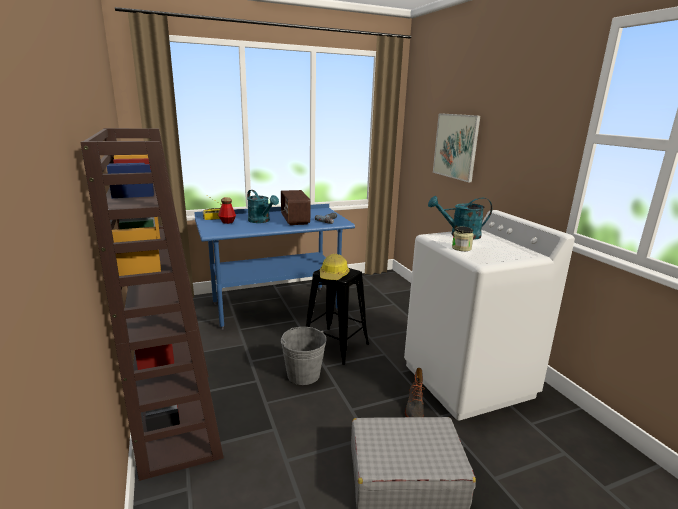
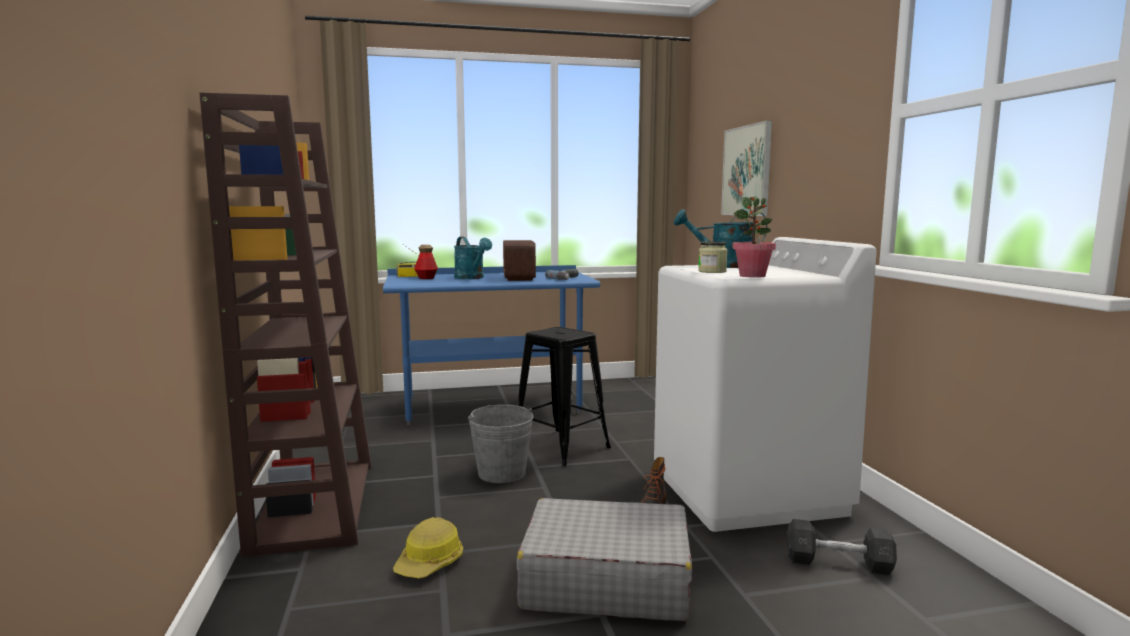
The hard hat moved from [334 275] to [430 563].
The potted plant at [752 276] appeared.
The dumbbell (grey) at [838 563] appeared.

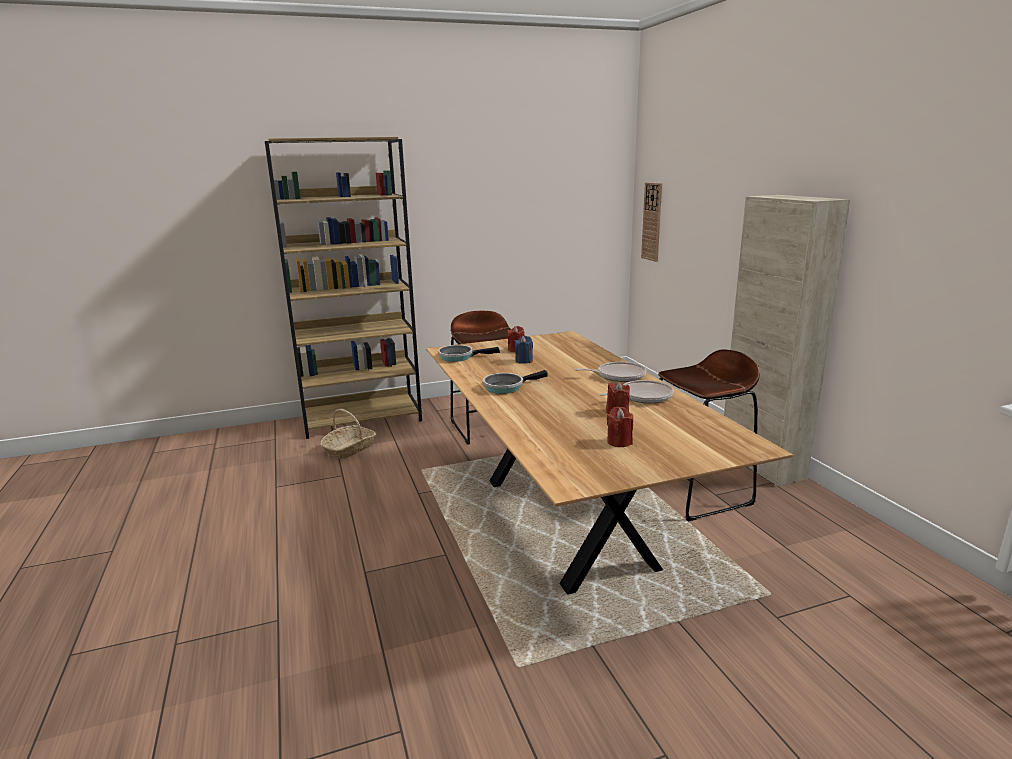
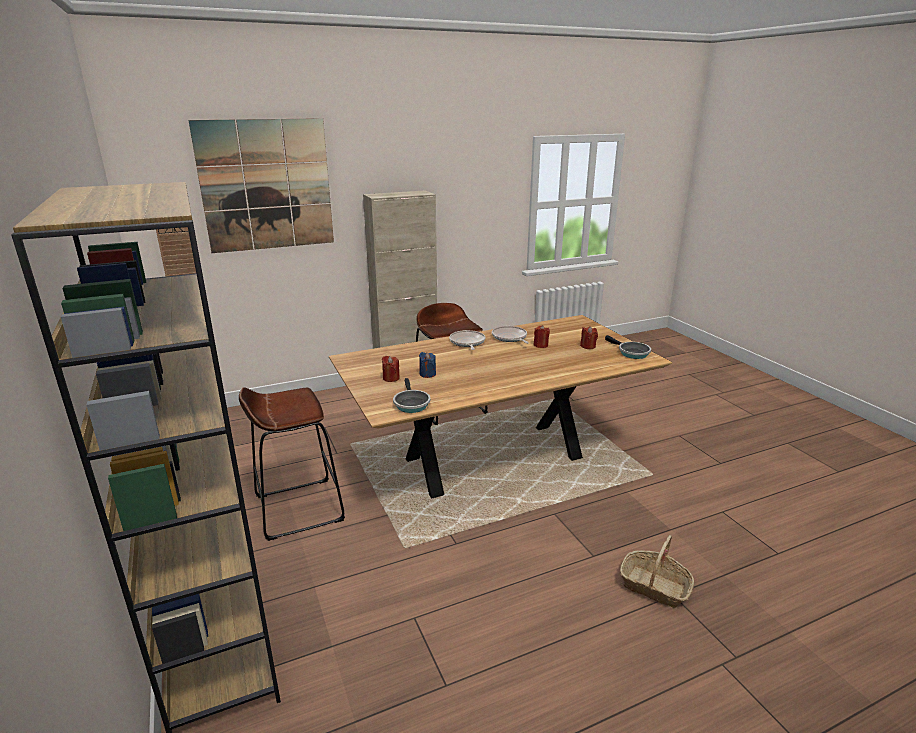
The basket moved from [349 449] to [654 586].
The frying pan moved from [506 387] to [631 353].
The picture at [266 185] appeared.

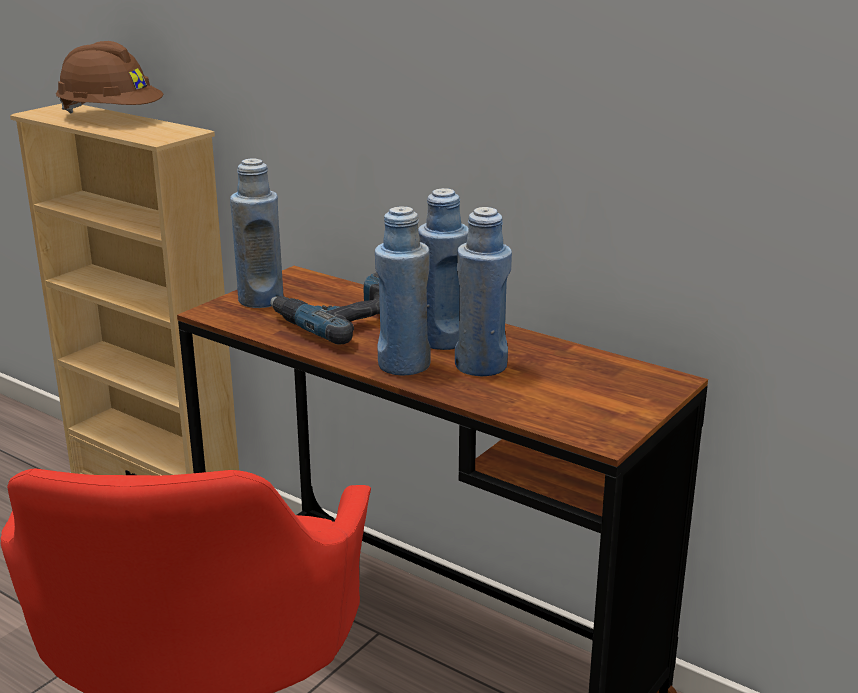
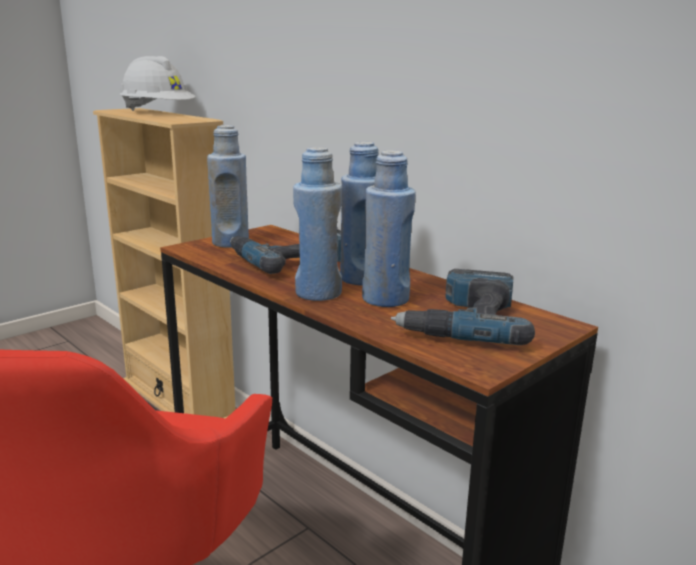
The hard hat (brown) at [111 117] became the hard hat (white) at [158 113].
The power drill at [463 321] appeared.

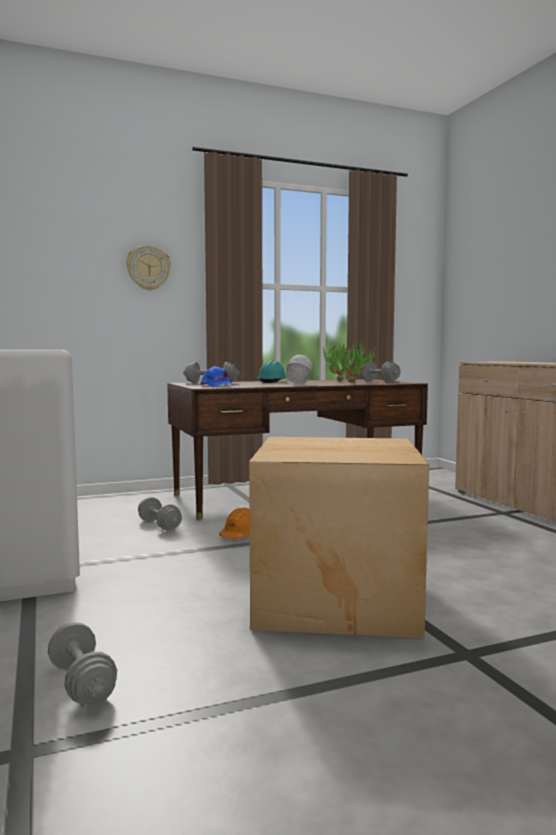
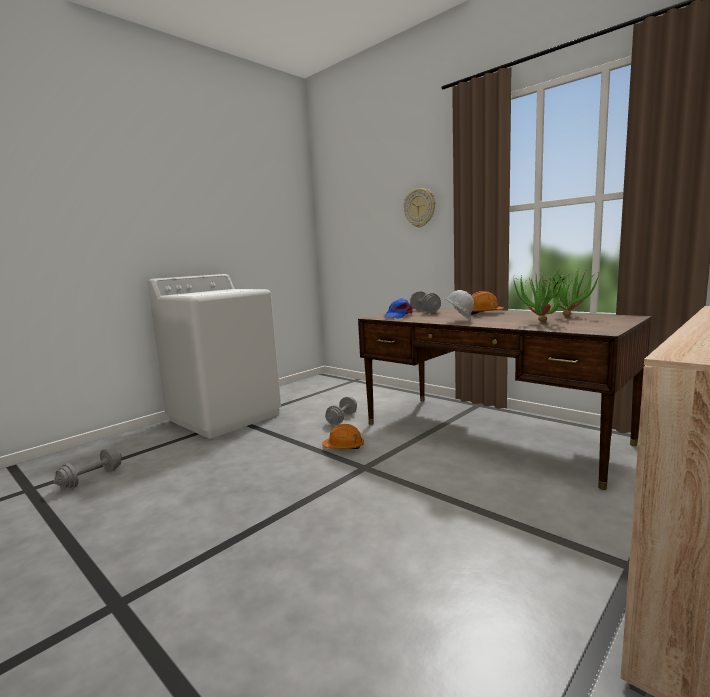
The cardboard box at [333 597] disappeared.
The hard hat (turquoise) at [272 382] became the hard hat (orange) at [483 313].
The dumbbell (grey) at [379 381] disappeared.

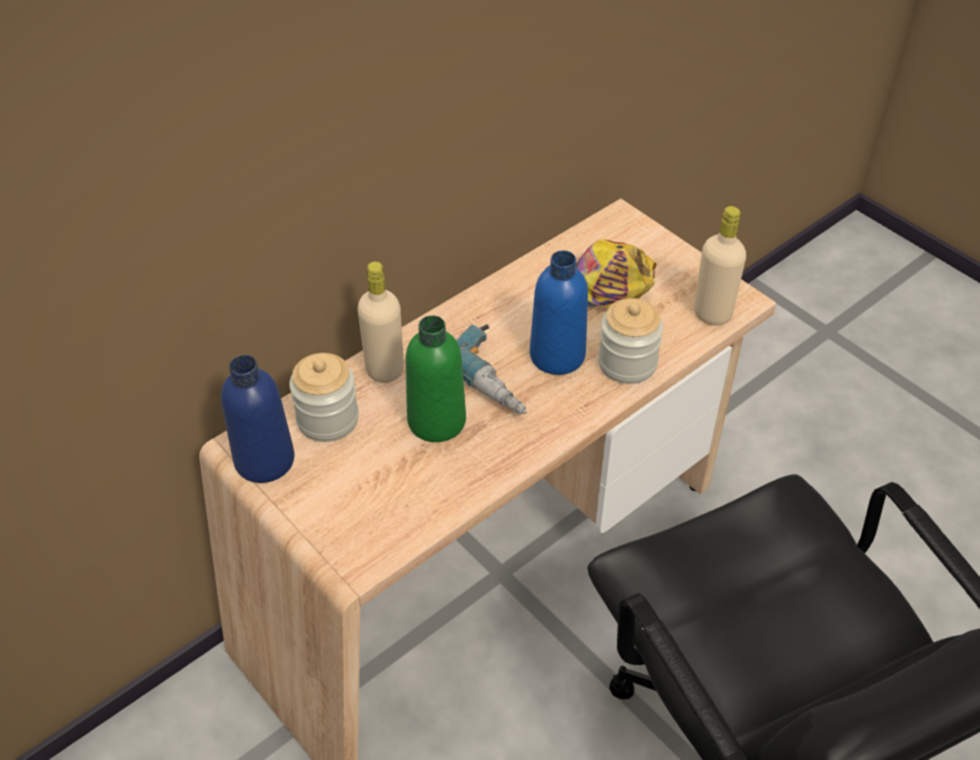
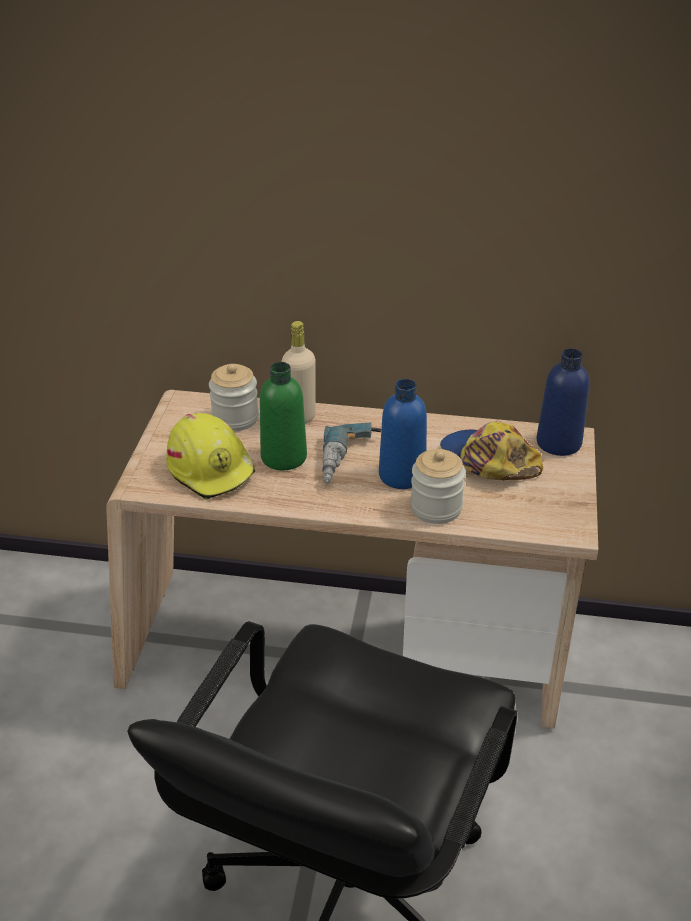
The bottle (blue) moved from [264 460] to [558 443].
The bottle (beige) at [712 313] disappeared.
The hard hat (yellow) at [212 468] appeared.

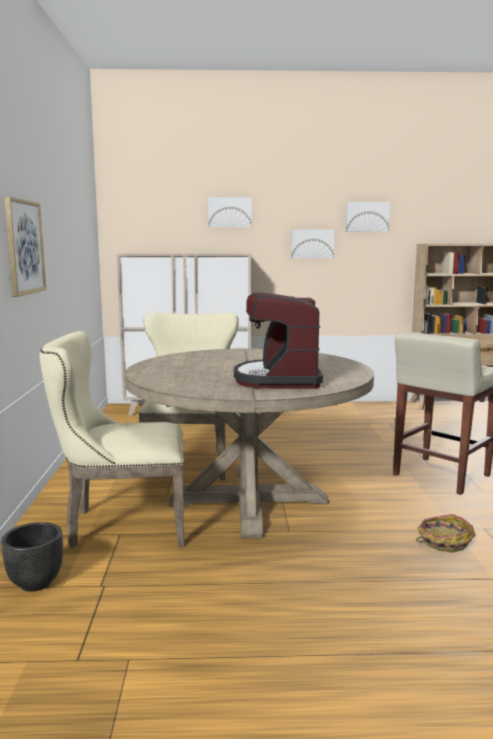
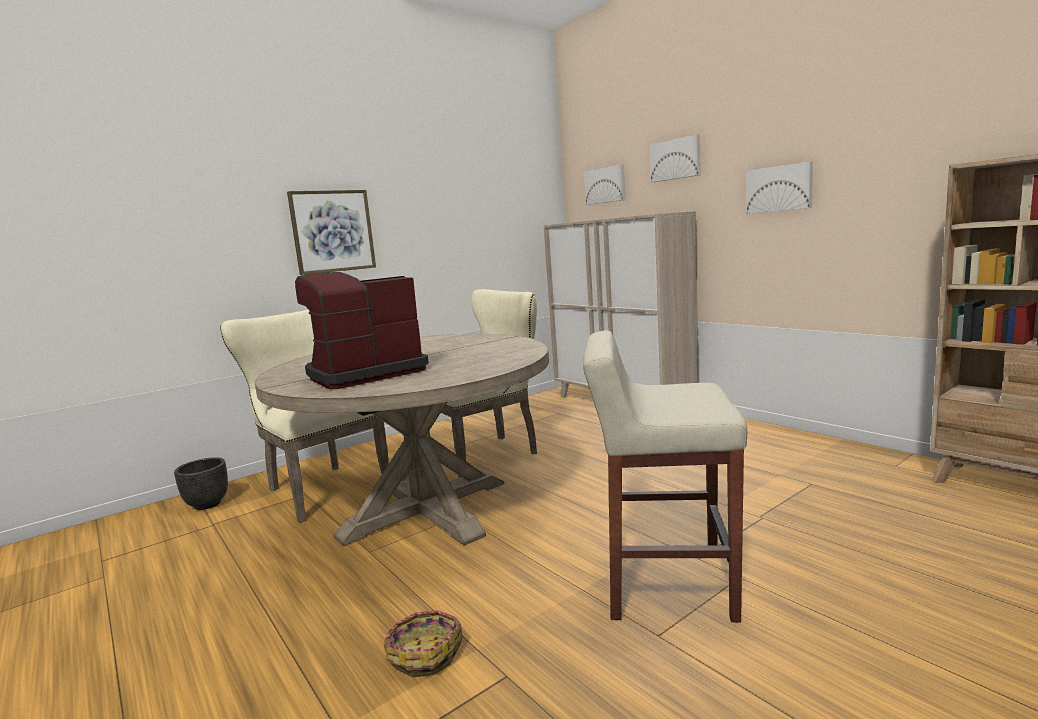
The picture moved from [367 216] to [605 185].

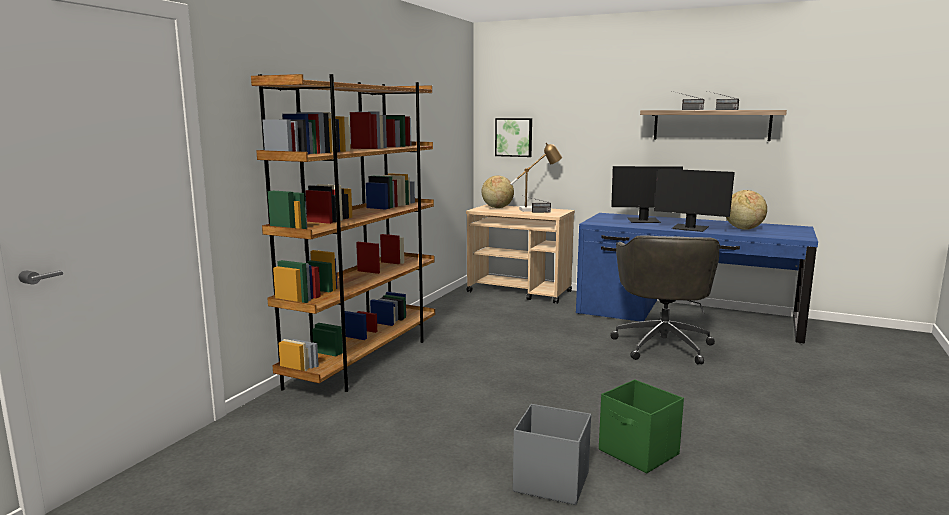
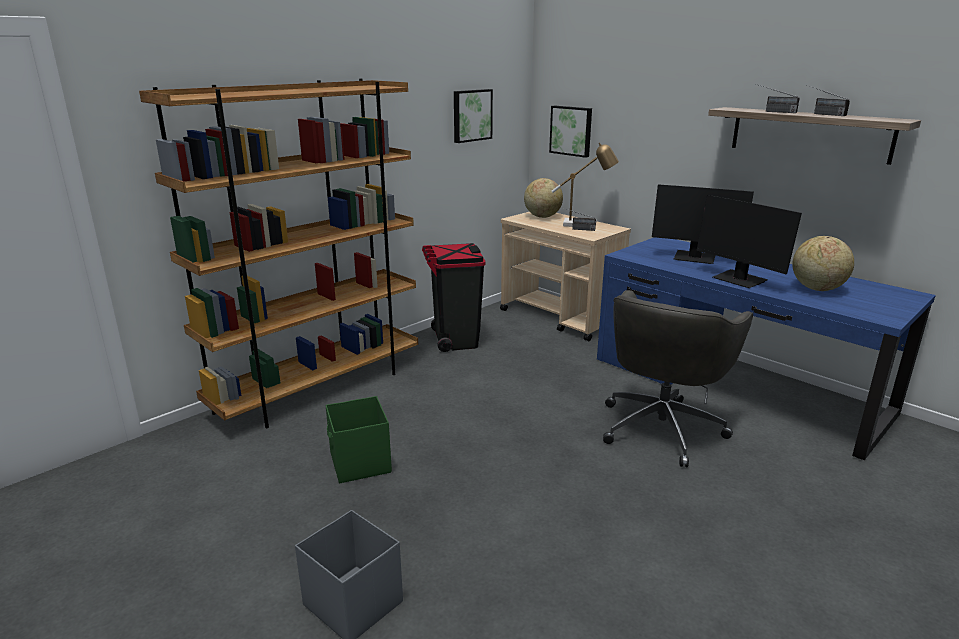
The storage box (green) moved from [639 453] to [360 463].
The trash can (black) at [455 340] appeared.
The picture at [471 115] appeared.

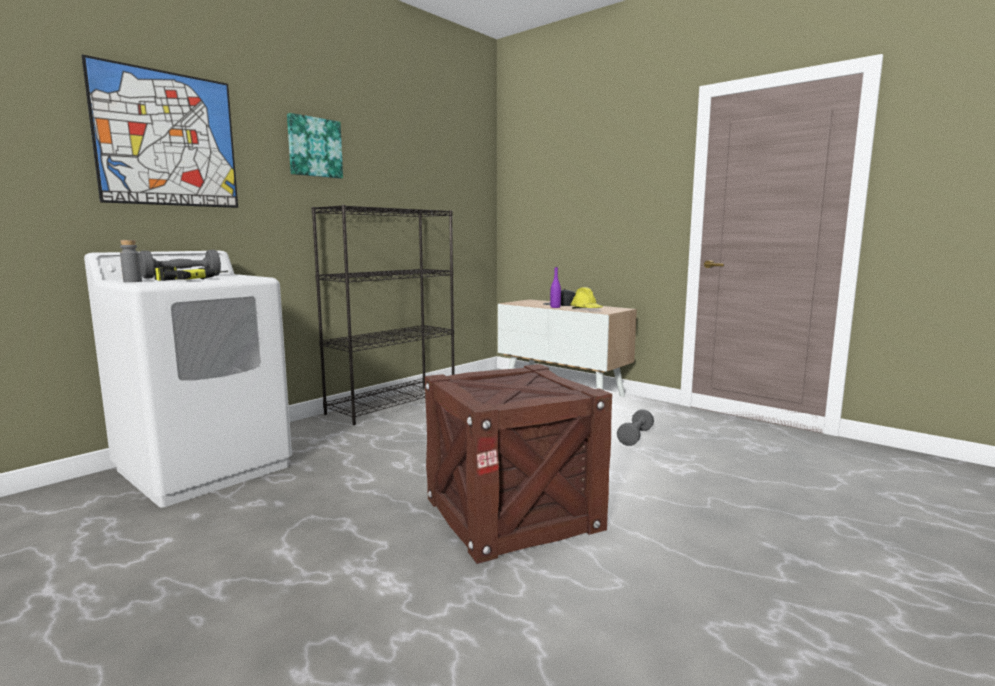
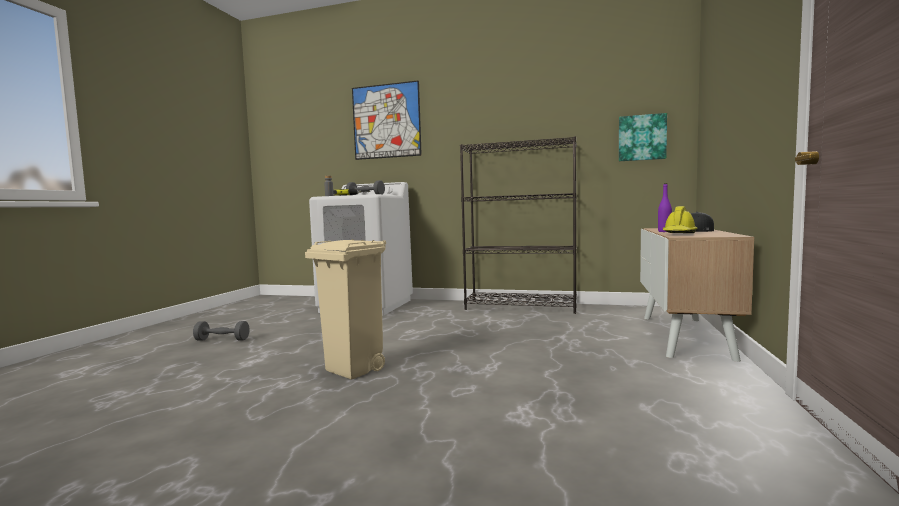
The picture moved from [314 147] to [642 138].
The crate at [511 513] was replaced by the trash can (beige) at [354 370].
The dumbbell (grey) moved from [635 437] to [222 340].

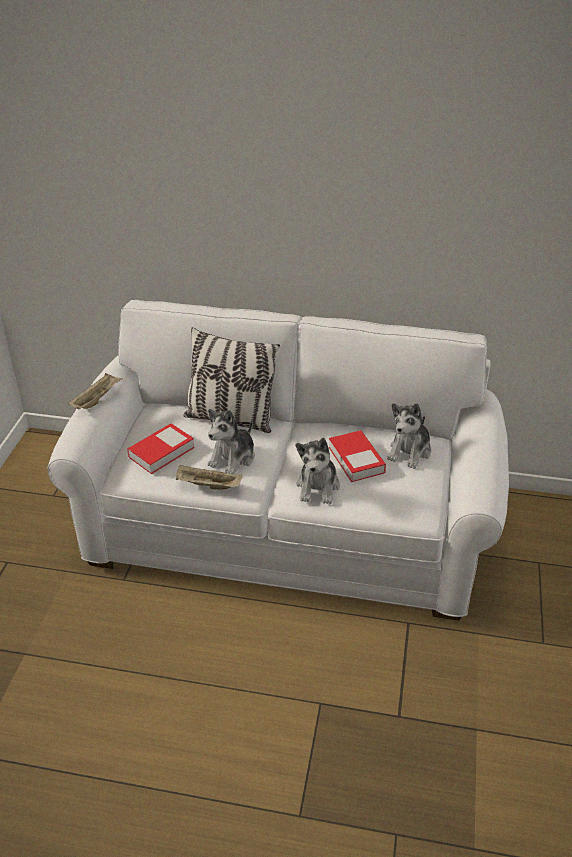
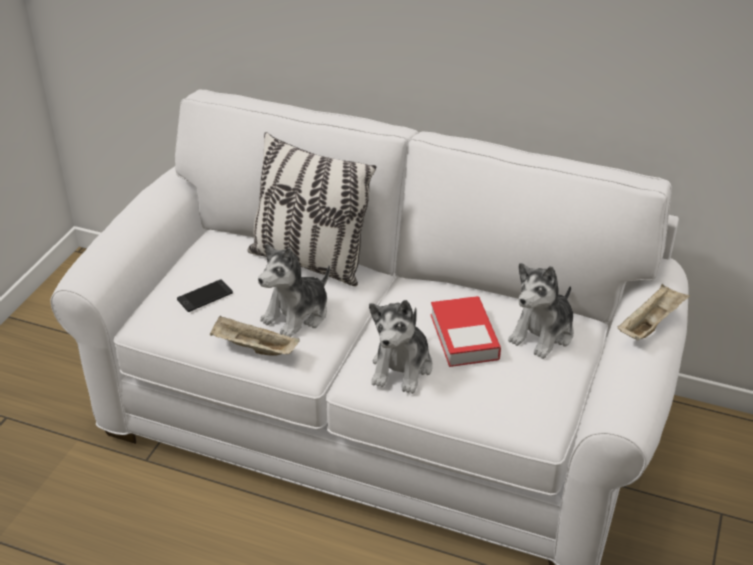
The tray (beige) moved from [96 399] to [650 324].
The book at [161 452] was replaced by the phone at [205 296].

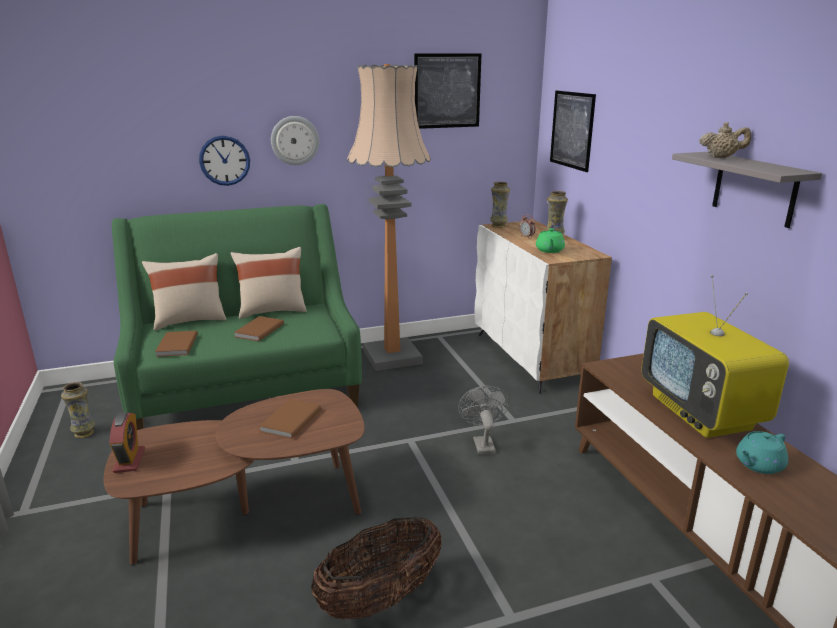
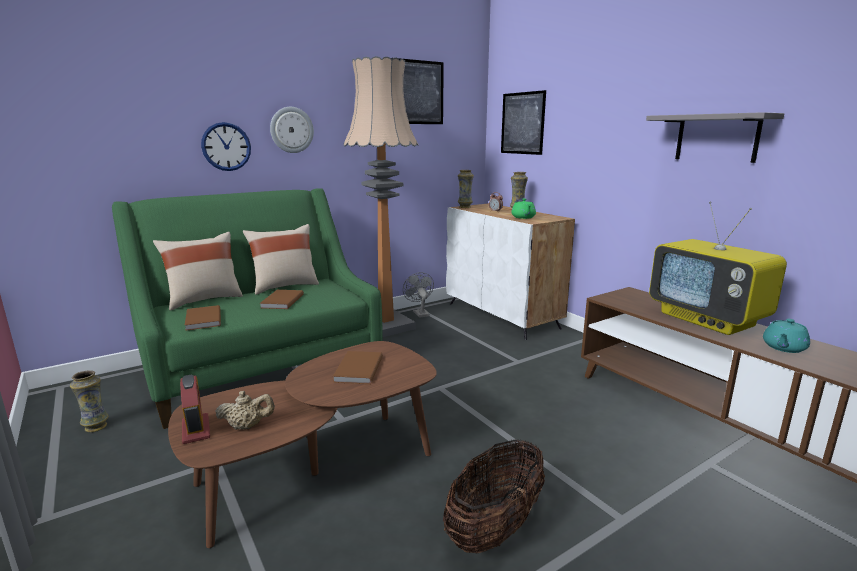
The fan (grey) moved from [482 443] to [419 313].
The teapot (beige) moved from [721 157] to [247 426].

